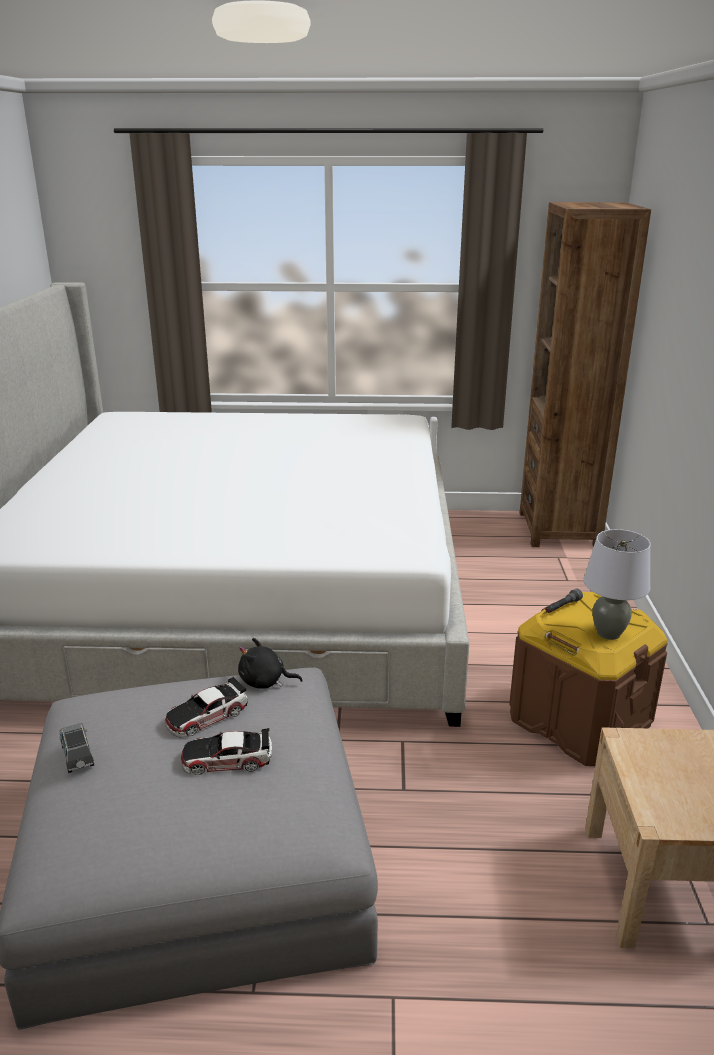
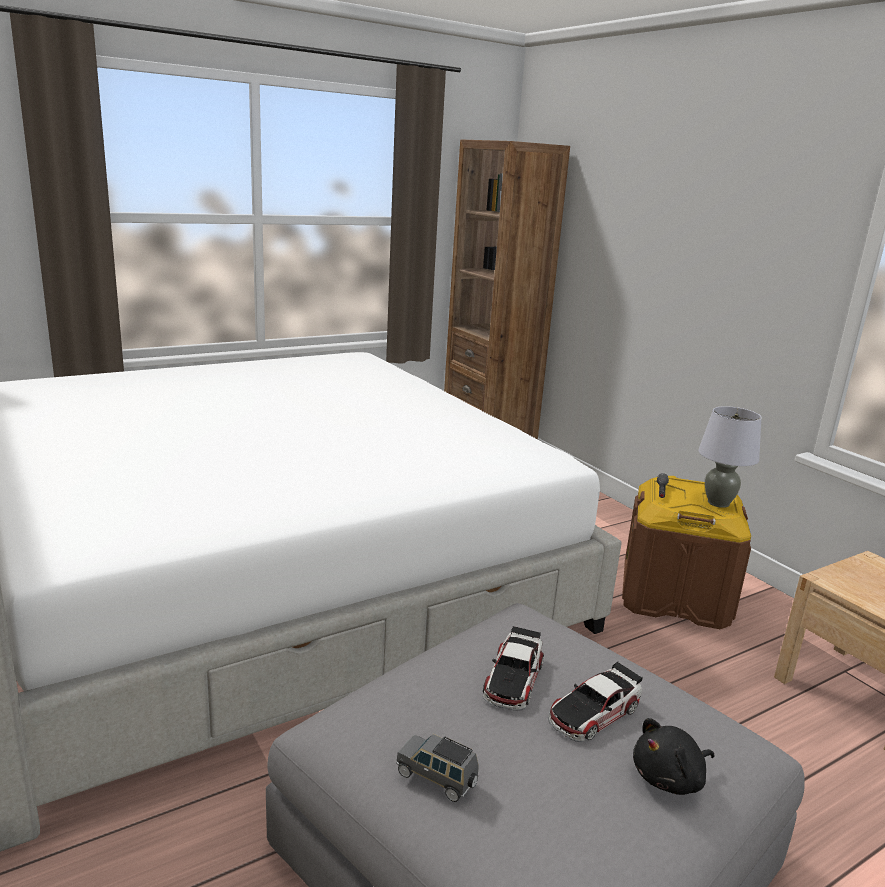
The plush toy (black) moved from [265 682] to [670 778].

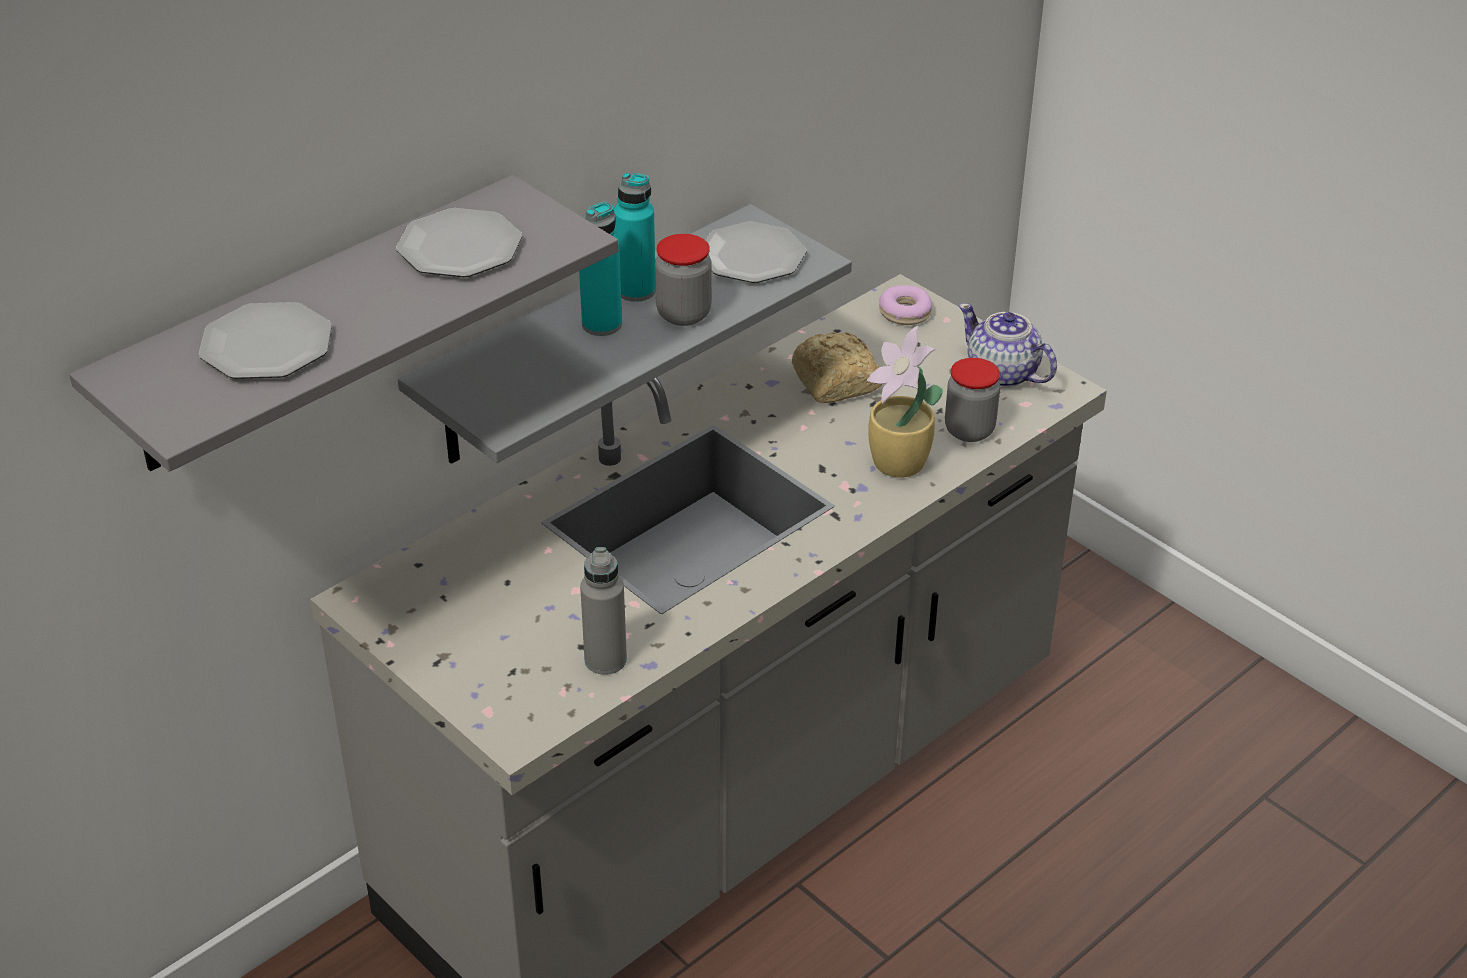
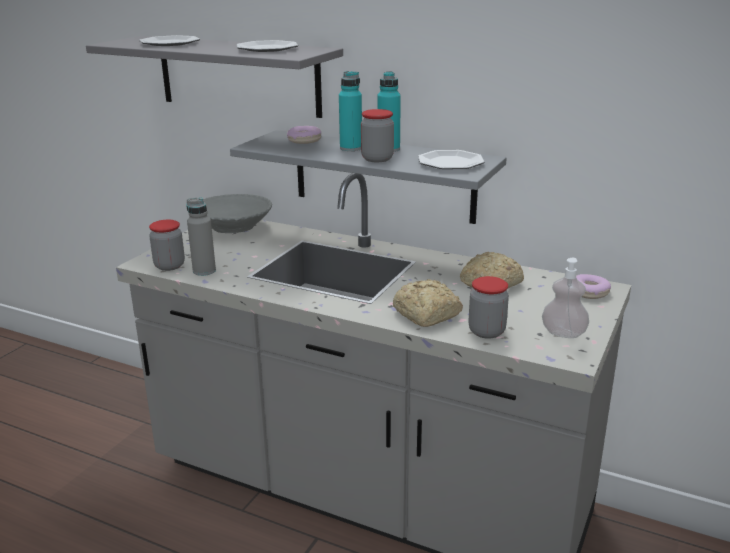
The potted plant at [898 465] was replaced by the bread at [426 315].
The teapot at [1002 374] was replaced by the soap dispenser at [563 333].
The jar at [169 266] appeared.
The bowl (grey) at [233 228] appeared.
The donut at [304 140] appeared.

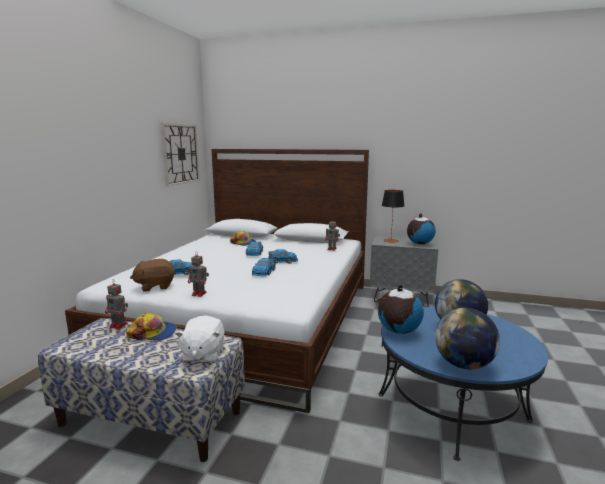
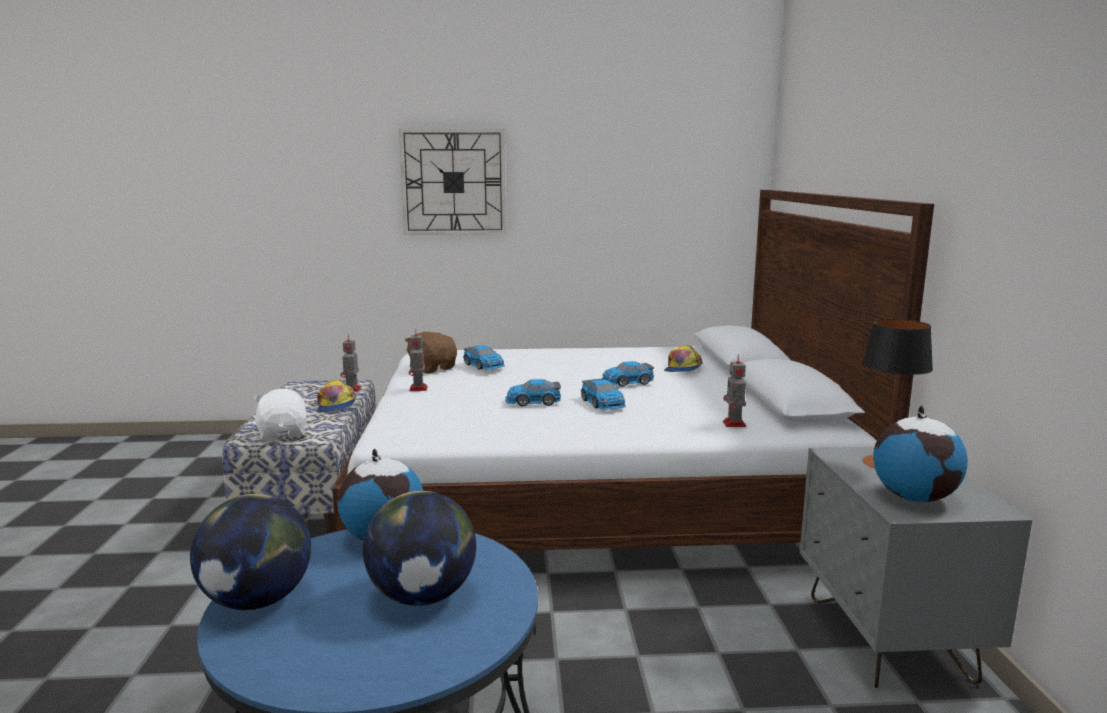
The wall clock moved from [180 154] to [453 182].
The plush toy (white) at [202 355] turned 90 degrees clockwise.

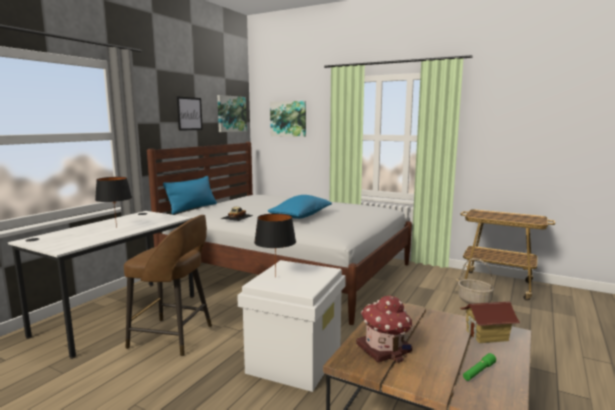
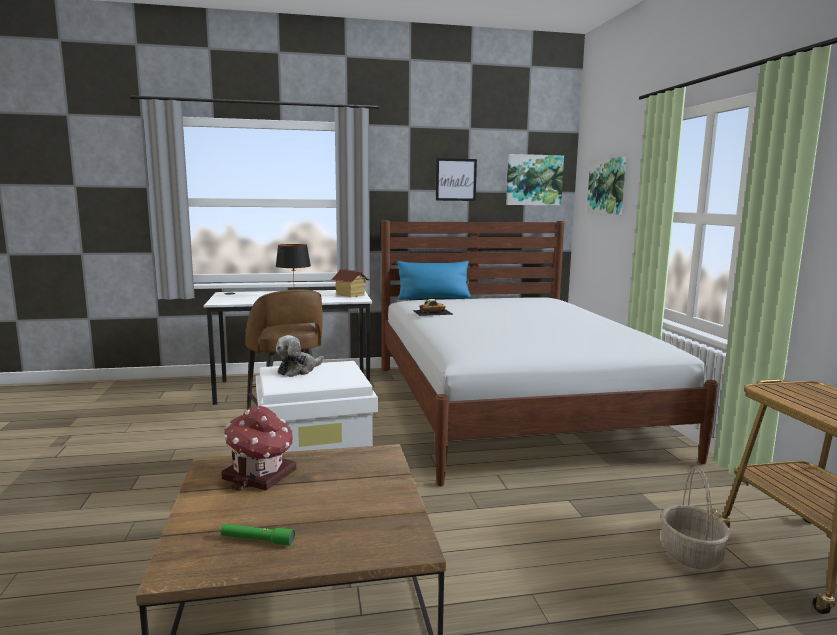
The table lamp (black) at [275 277] was replaced by the plush toy at [298 370].
The pillow (blue) at [301 216] disappeared.
The toy house moved from [487 336] to [350 295].

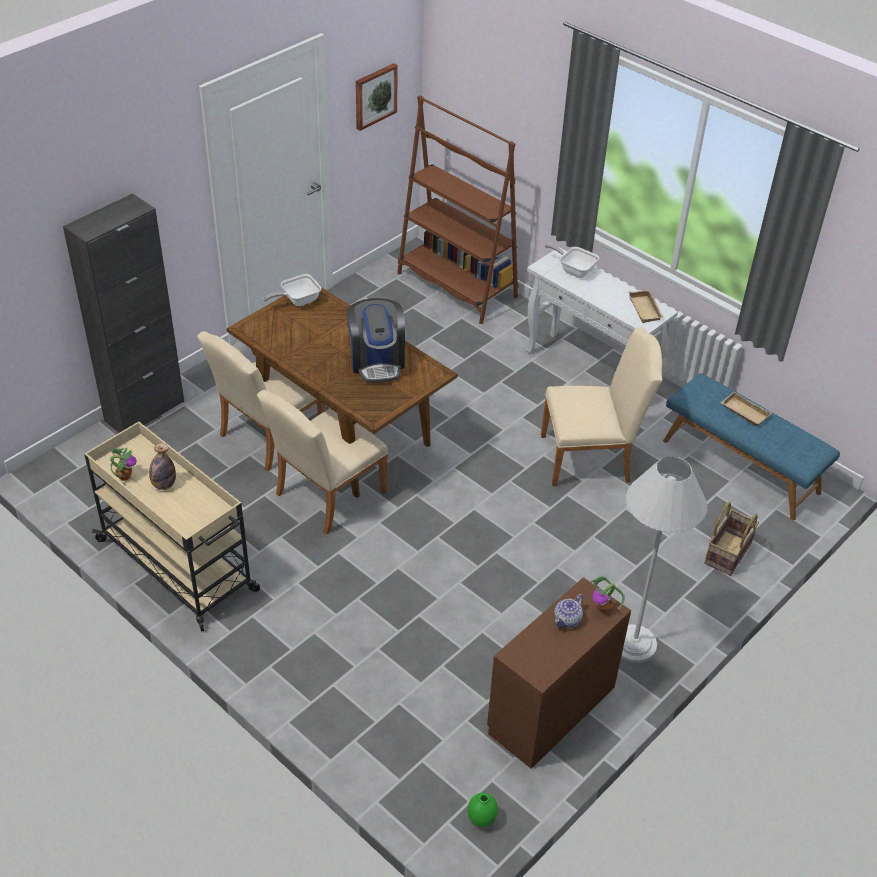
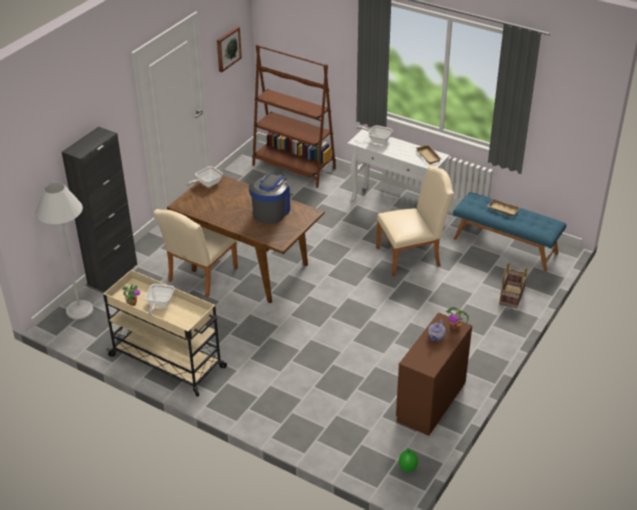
The bottle at [164 485] was replaced by the frying pan at [159 304].
The chair (beige) at [325 496] disappeared.
The coffee machine at [377 361] turned 135 degrees counterclockwise.
The floor lamp (white) moved from [634 644] to [79 310].

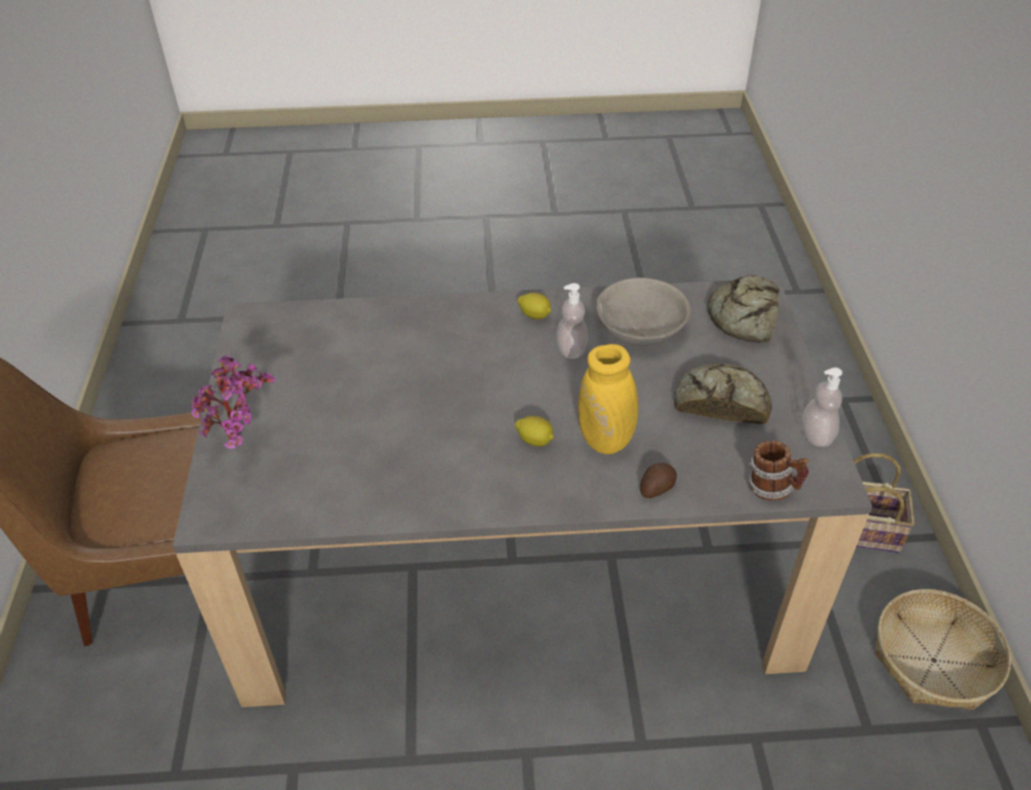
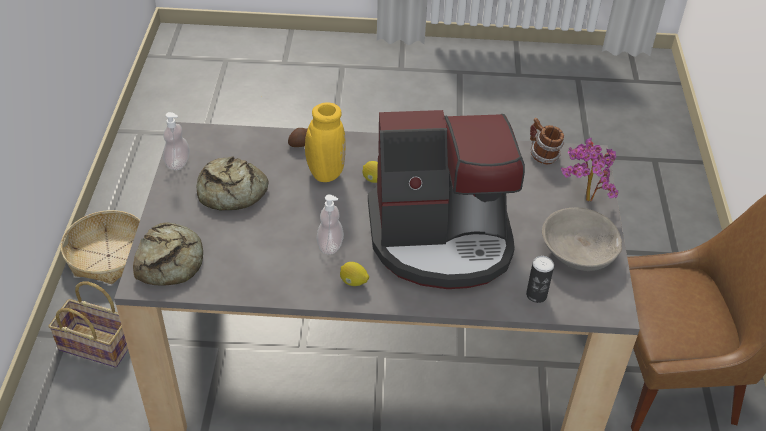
The bowl (grey) moved from [640 328] to [578 251].
The mug moved from [772 488] to [542 155].
The coffee machine at [442 239] appeared.
The can at [536 295] appeared.

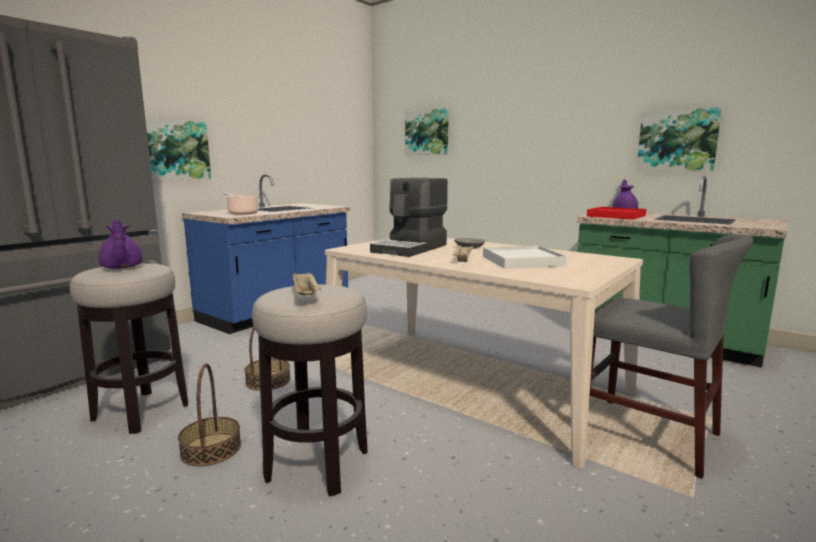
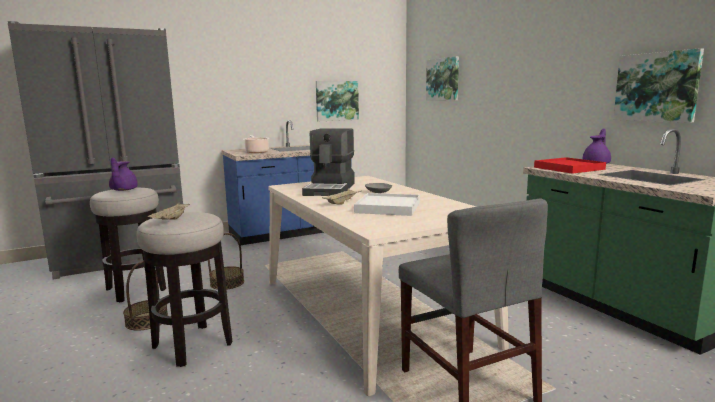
The picture moved from [174 150] to [336 101].
The coffee machine at [411 248] turned 45 degrees counterclockwise.

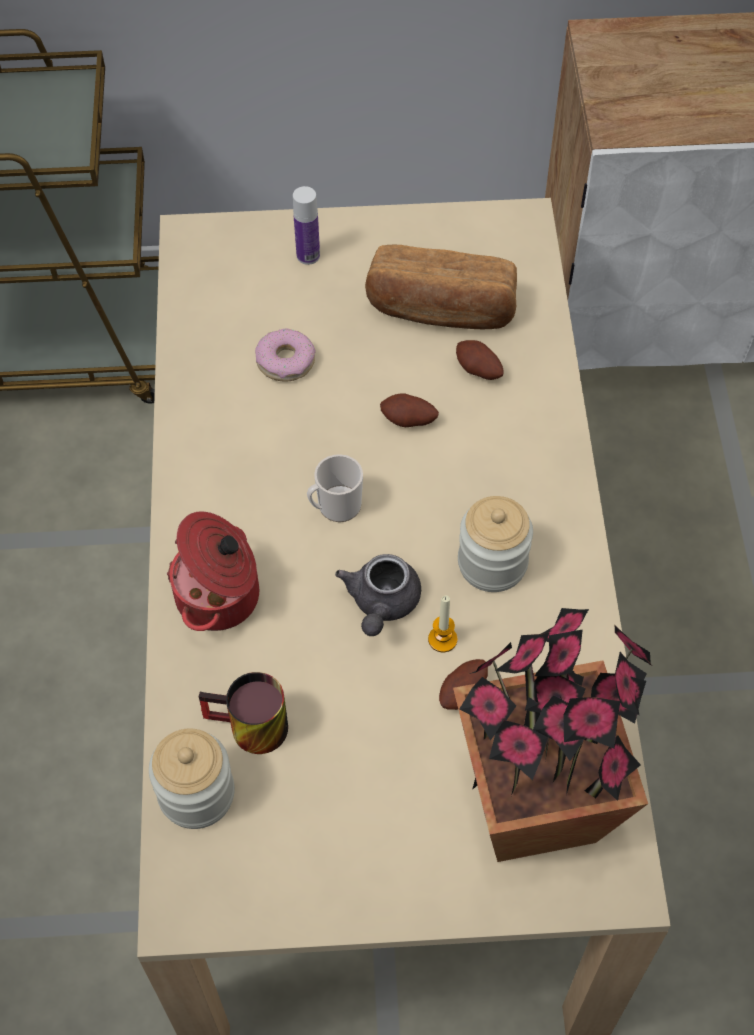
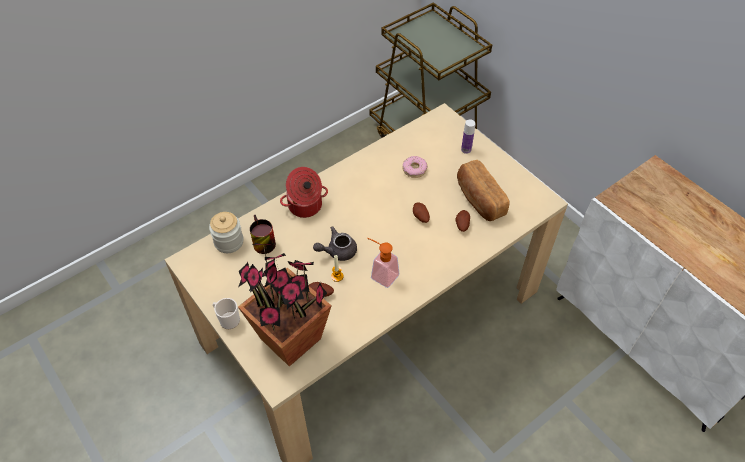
The mug moved from [335 507] to [227 319].
The jar at [492 563] was replaced by the soap dispenser at [380 274].

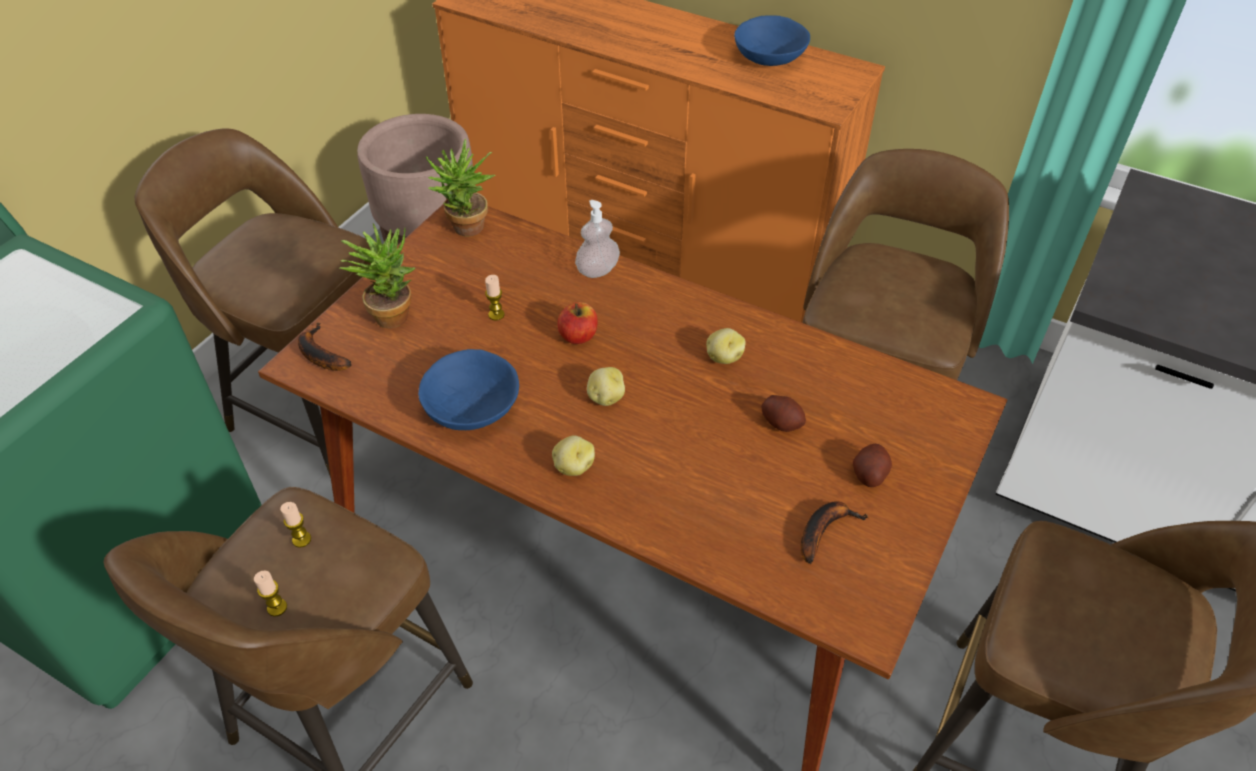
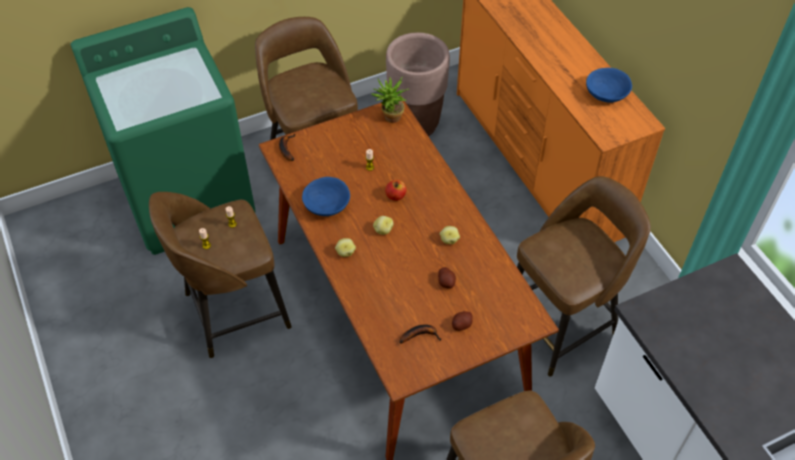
The potted plant at [391 312] disappeared.
The soap dispenser at [597 270] disappeared.

